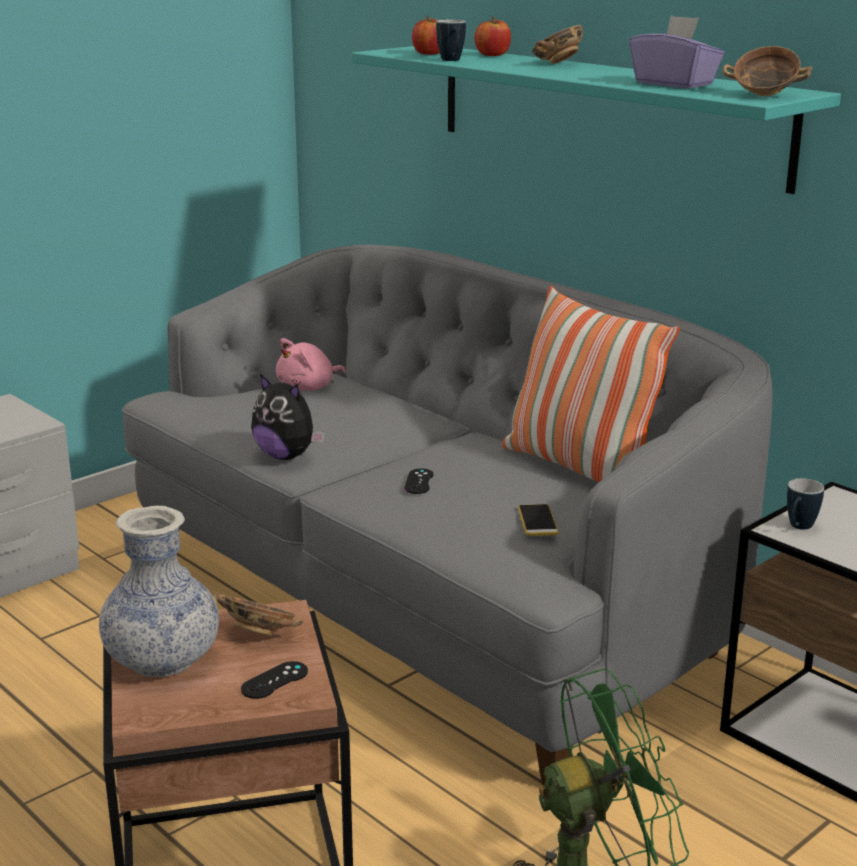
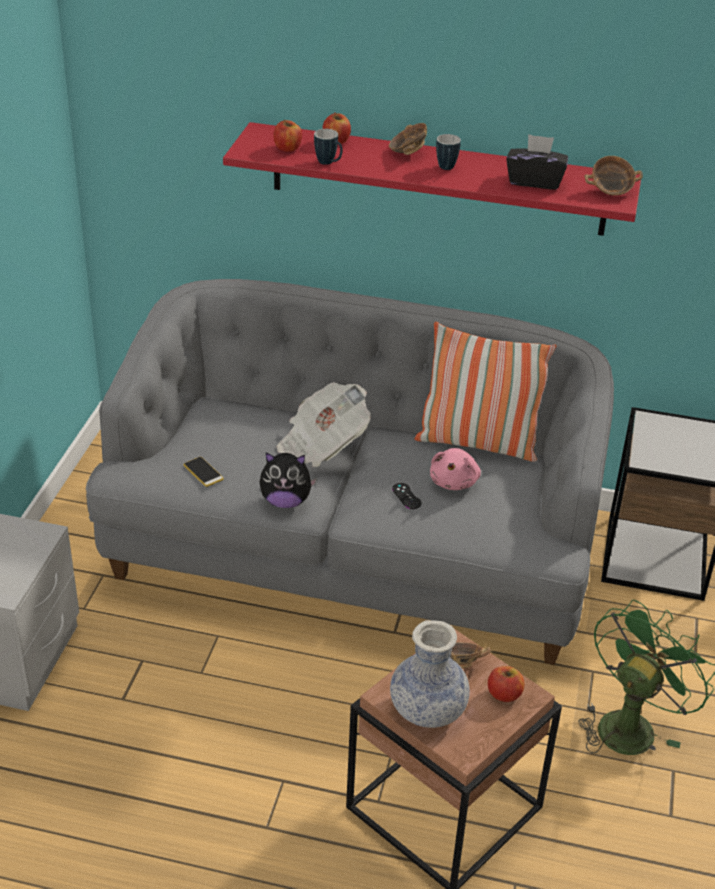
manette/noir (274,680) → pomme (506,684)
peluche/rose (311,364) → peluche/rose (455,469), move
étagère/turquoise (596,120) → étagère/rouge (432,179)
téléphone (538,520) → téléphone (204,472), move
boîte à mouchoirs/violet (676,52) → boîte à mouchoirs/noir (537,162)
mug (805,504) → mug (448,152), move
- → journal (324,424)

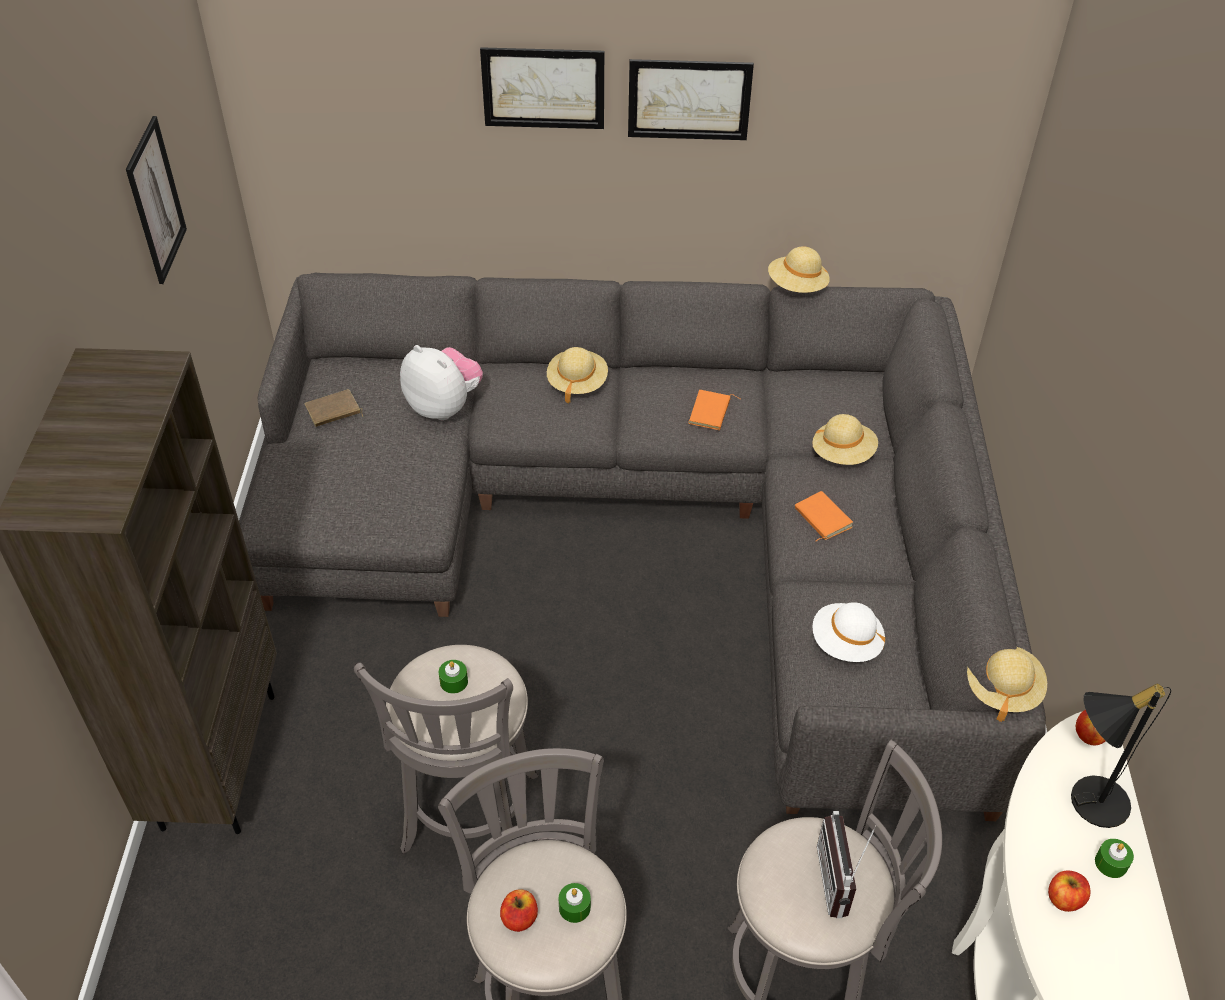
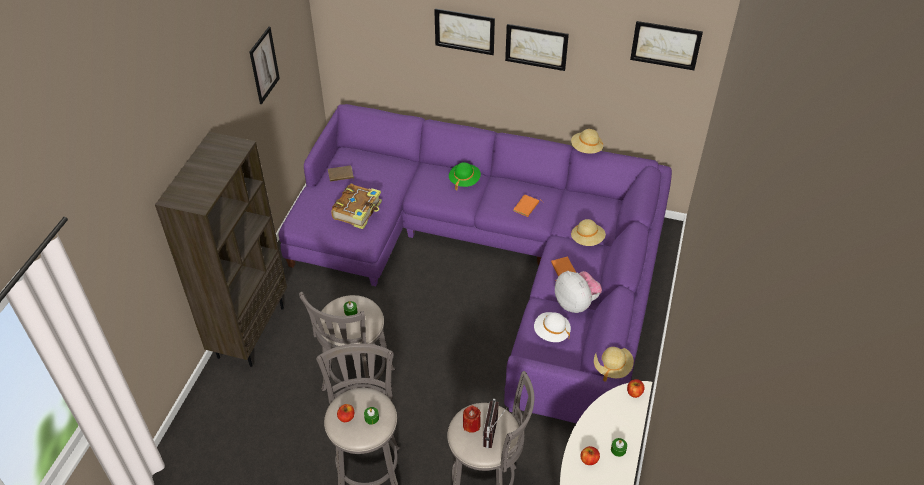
canapé/gris (643,547) → canapé/violet (475,263)
peluche (441,383) → peluche (578,292), move
chapeau/beige (577,375) → chapeau/vert (465,176)
lampe de table/noir (1121,755) → -
- → livre (356,206)
- → bougie/rouge (472,419)
- → tableau (666,45)

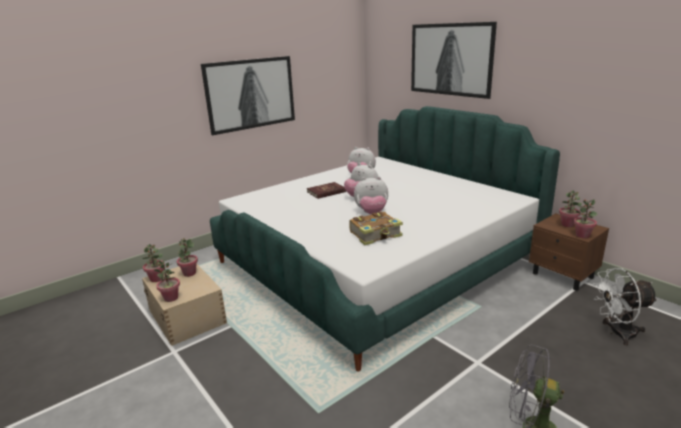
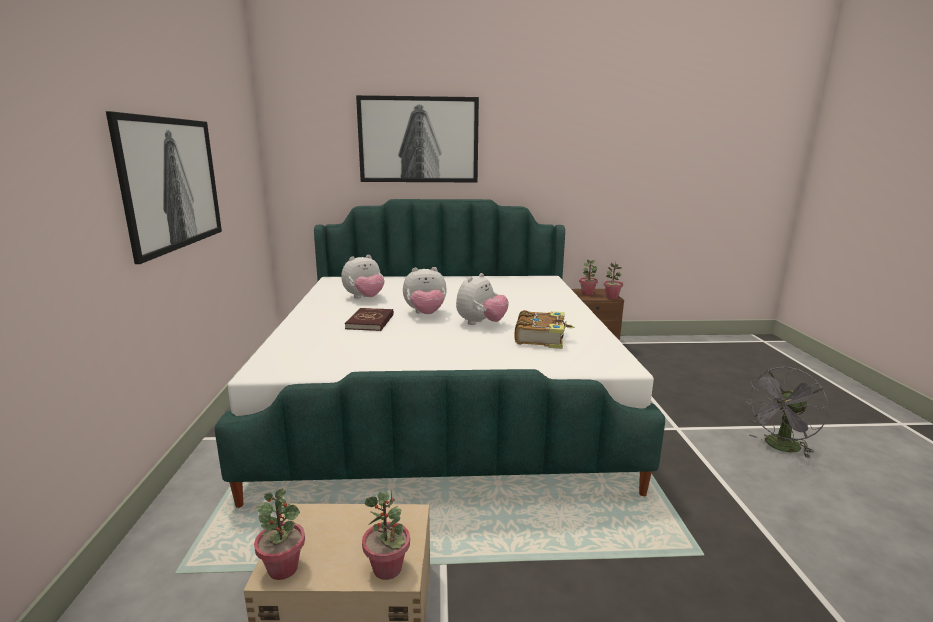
plante en pot (187,257) → -
ventilateur/blanc (625,306) → -

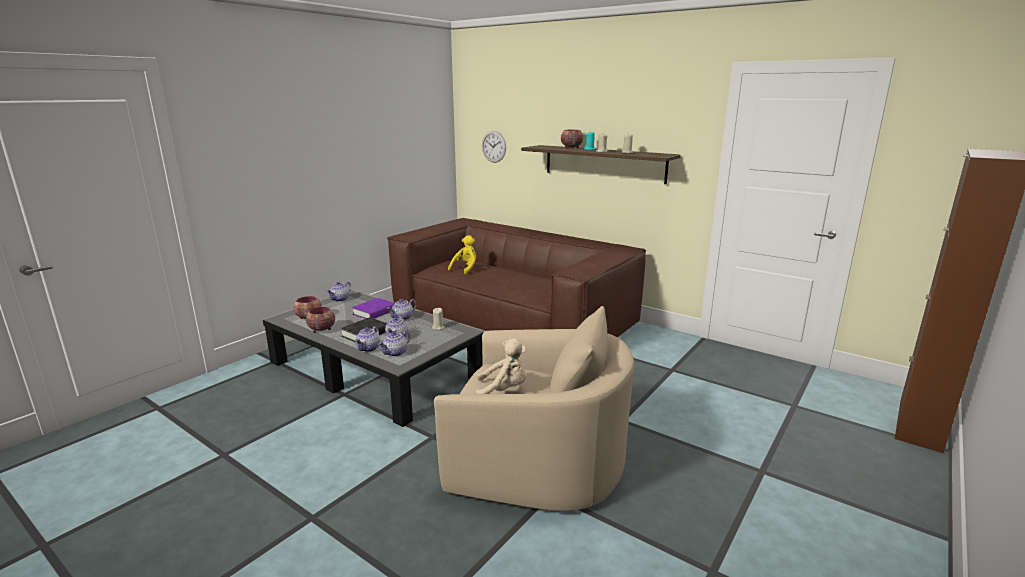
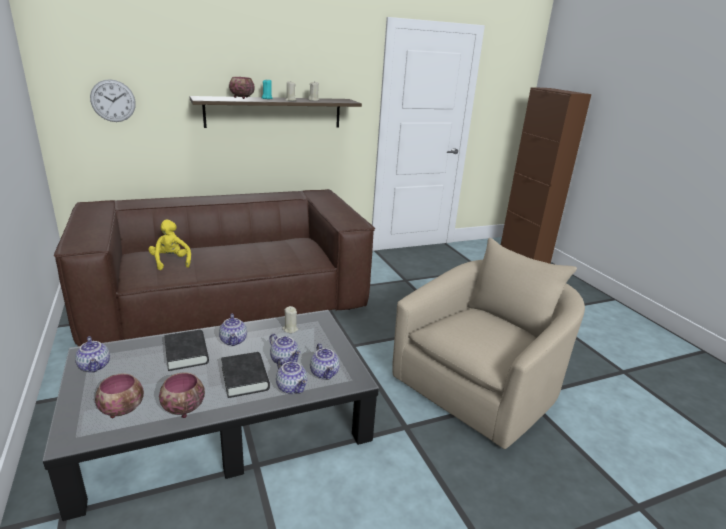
livre/violet (373,308) → livre/noir (186,350)
peluche/beige (500,366) → -

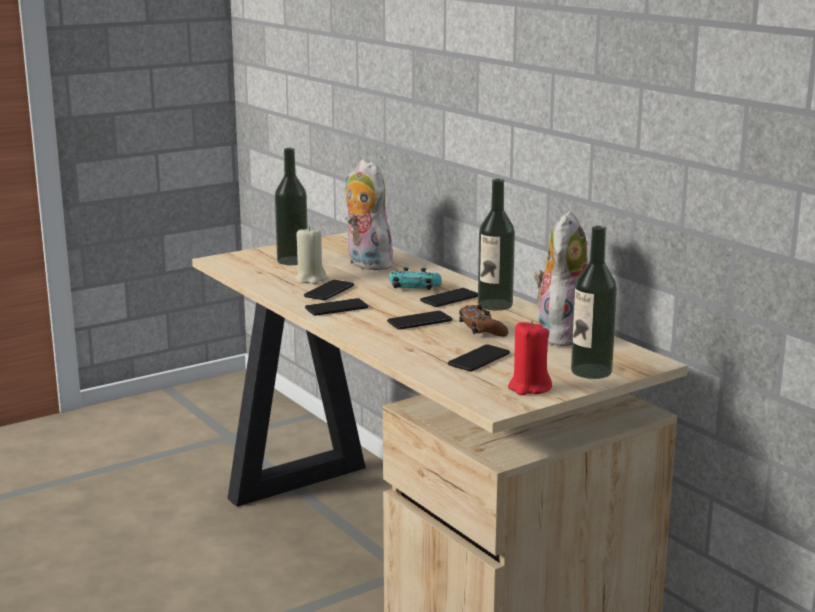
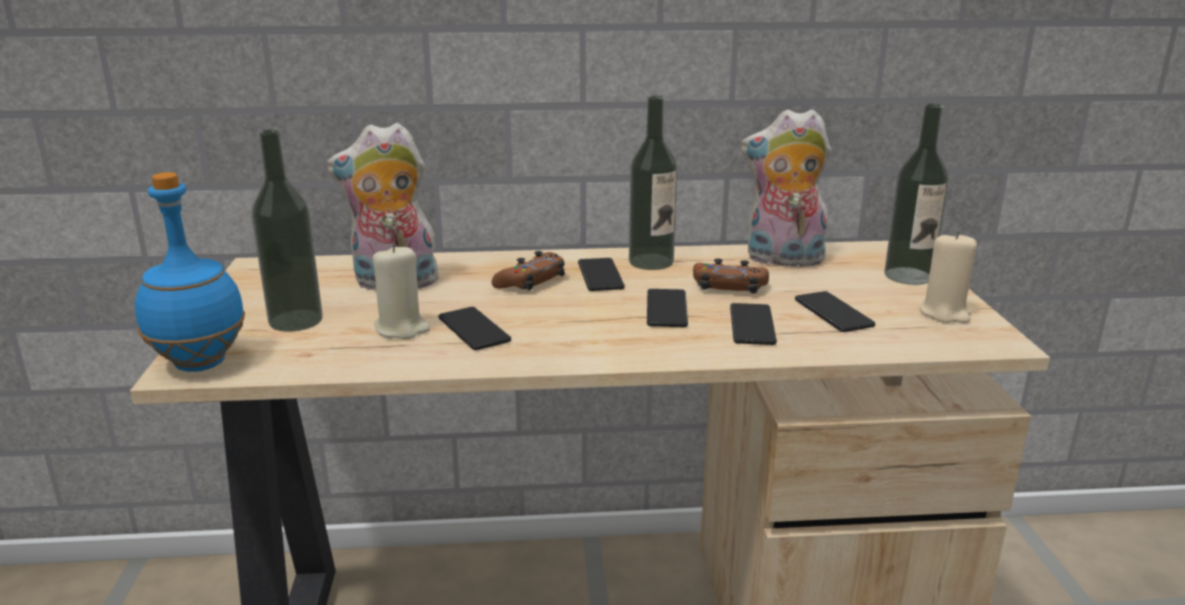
téléphone (336,307) → téléphone (753,324), move
manette/turquoise (415,278) → manette/marron (528,270)
bougie/rouge (530,358) → bougie/beige (948,277)
peluche (560,278) → peluche (785,188), 45 degrees counterclockwise
- → bouteille/bleu (190,272)

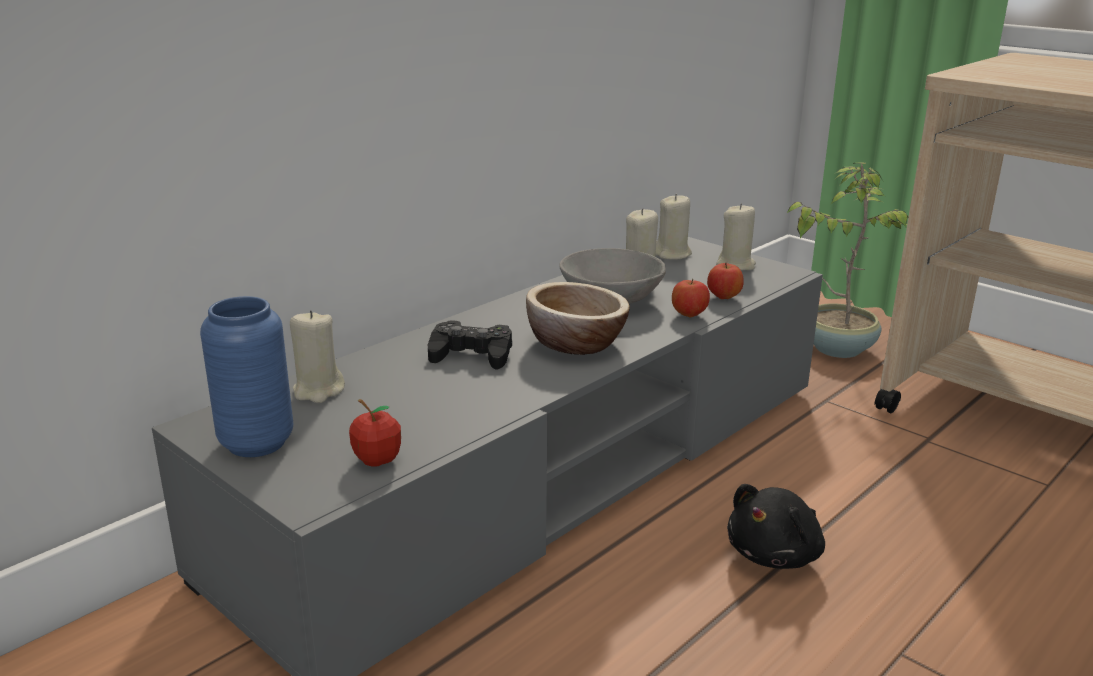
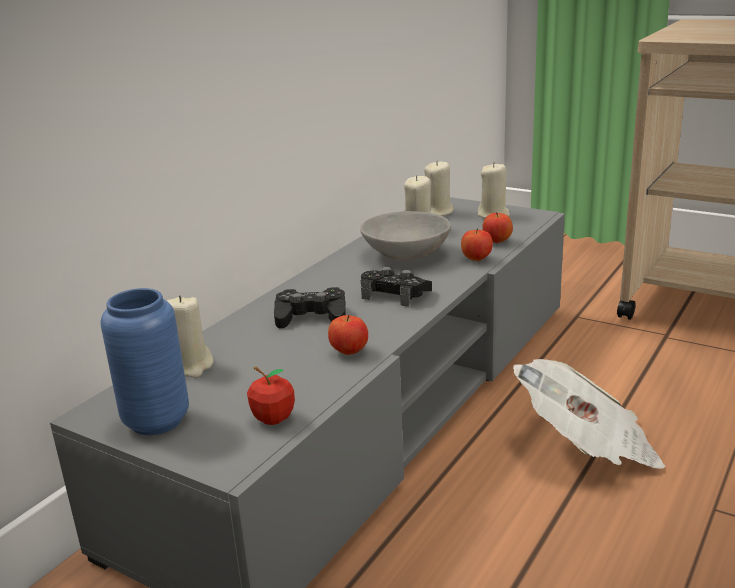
bol (578,318) → manette/noir (396,287)
peluche/noir (776,526) → journal (589,414)
plante en pot (848,260) → -
- → pomme (348,335)

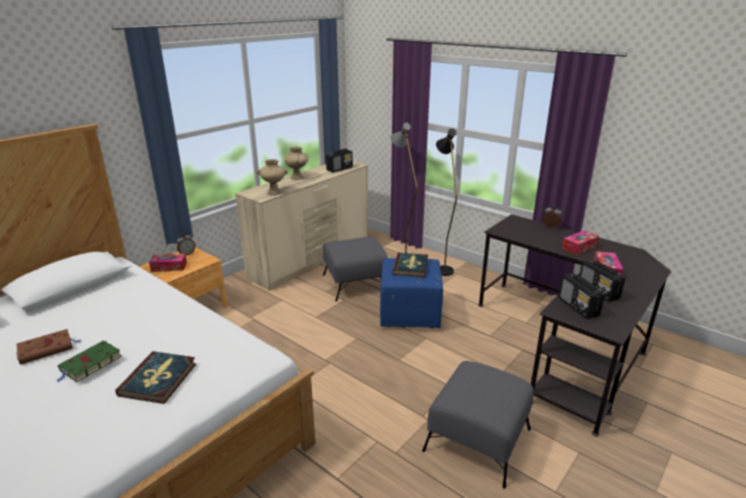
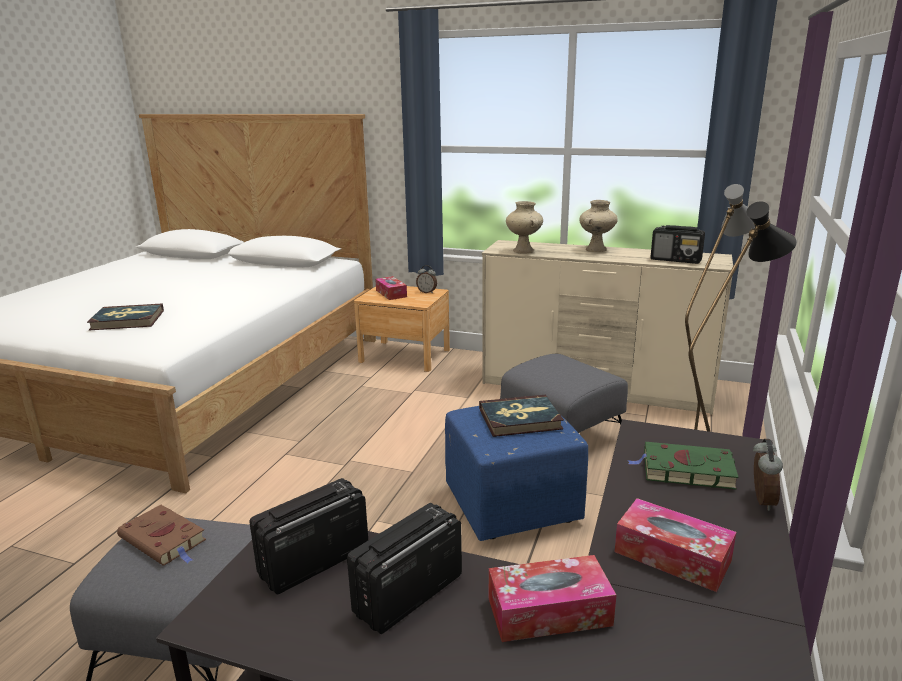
livre/marron (48,347) → livre/marron (161,535), move
livre/vert (88,361) → livre/vert (683,466), move

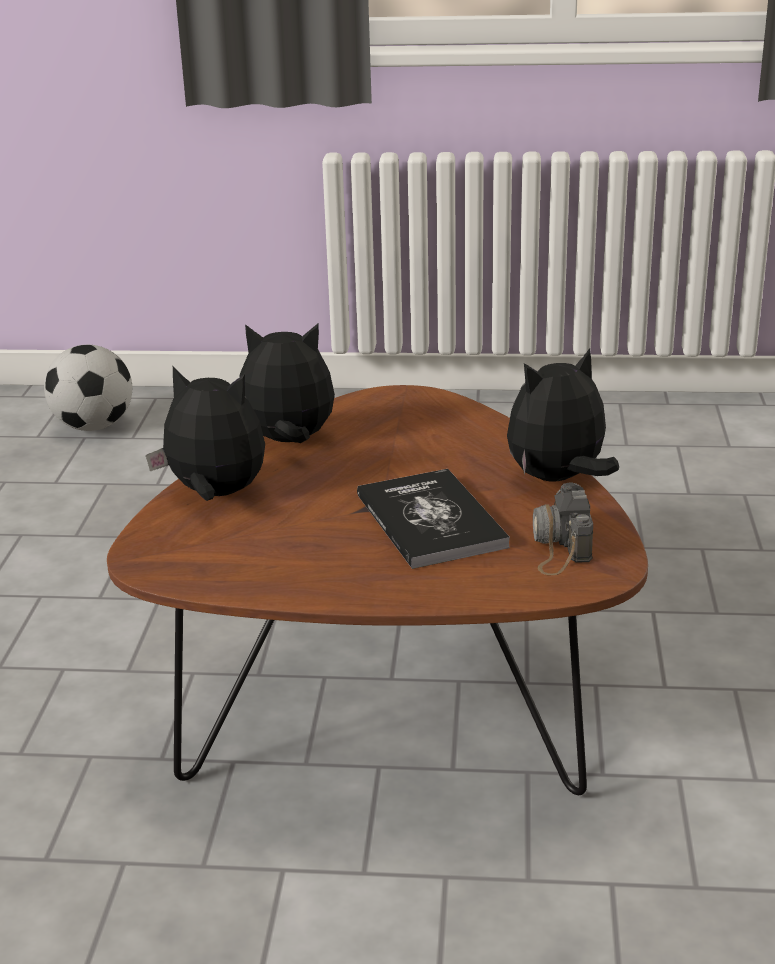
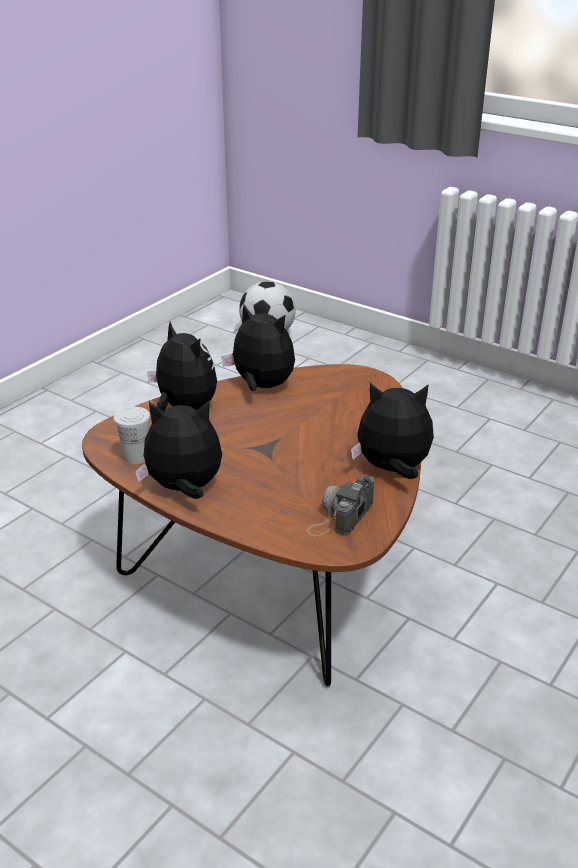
livre (433,519) → -
- → tasse/blanc (131,435)
- → peluche (178,450)

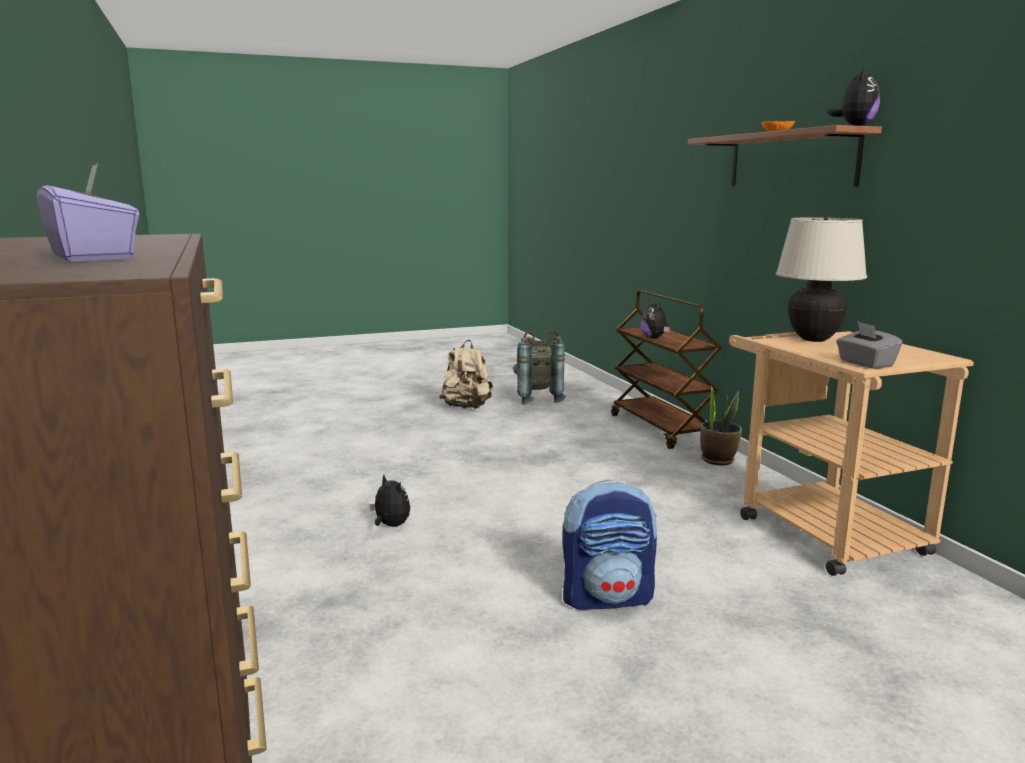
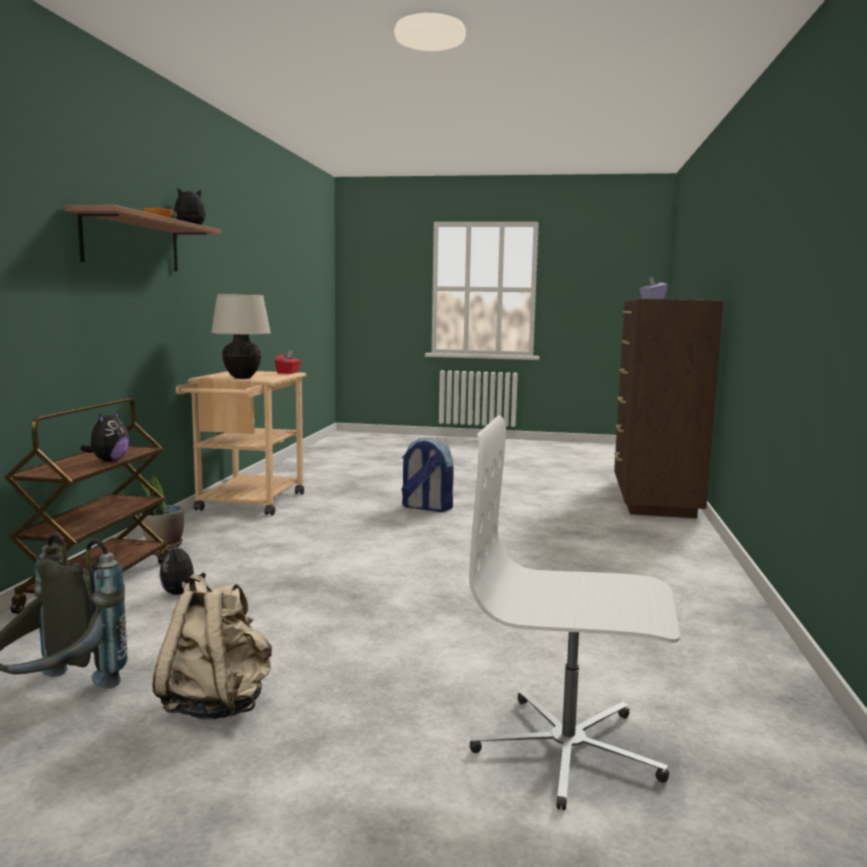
peluche (389,501) → peluche (183,568), move
boîte à mouchoirs/gris (869,345) → boîte à mouchoirs/rouge (288,362)
- → chaise de bureau/blanc (574,613)

